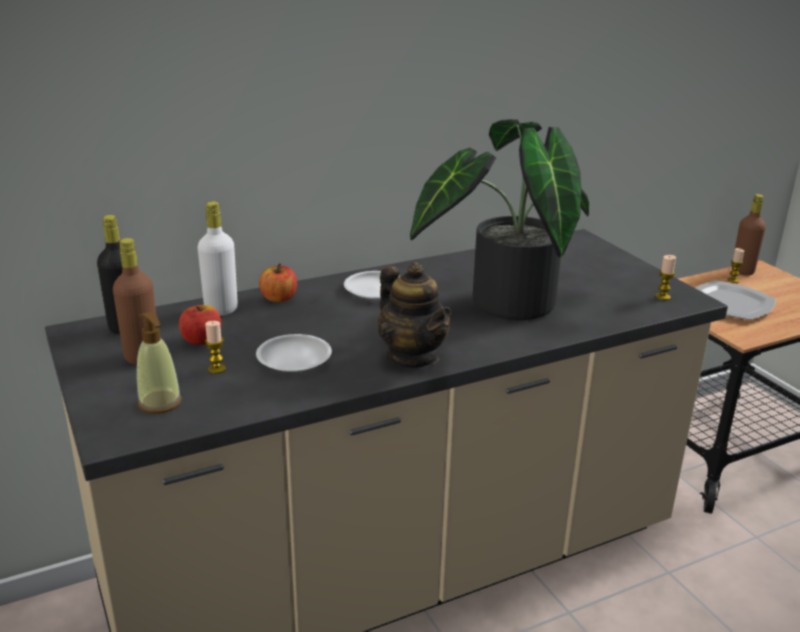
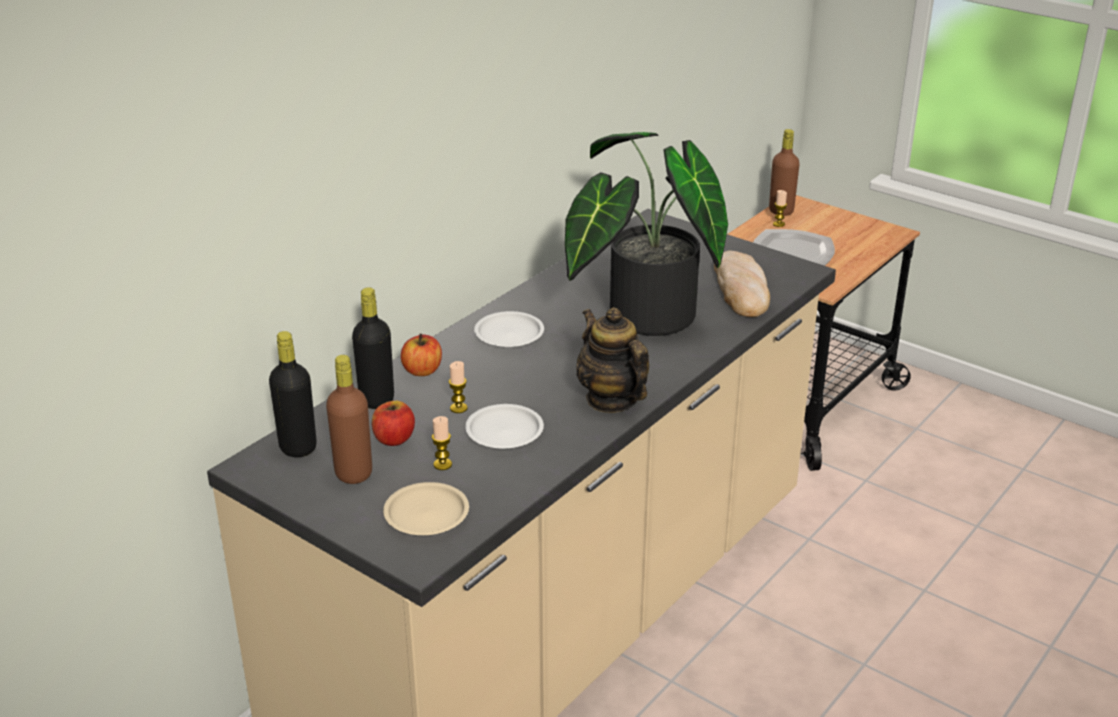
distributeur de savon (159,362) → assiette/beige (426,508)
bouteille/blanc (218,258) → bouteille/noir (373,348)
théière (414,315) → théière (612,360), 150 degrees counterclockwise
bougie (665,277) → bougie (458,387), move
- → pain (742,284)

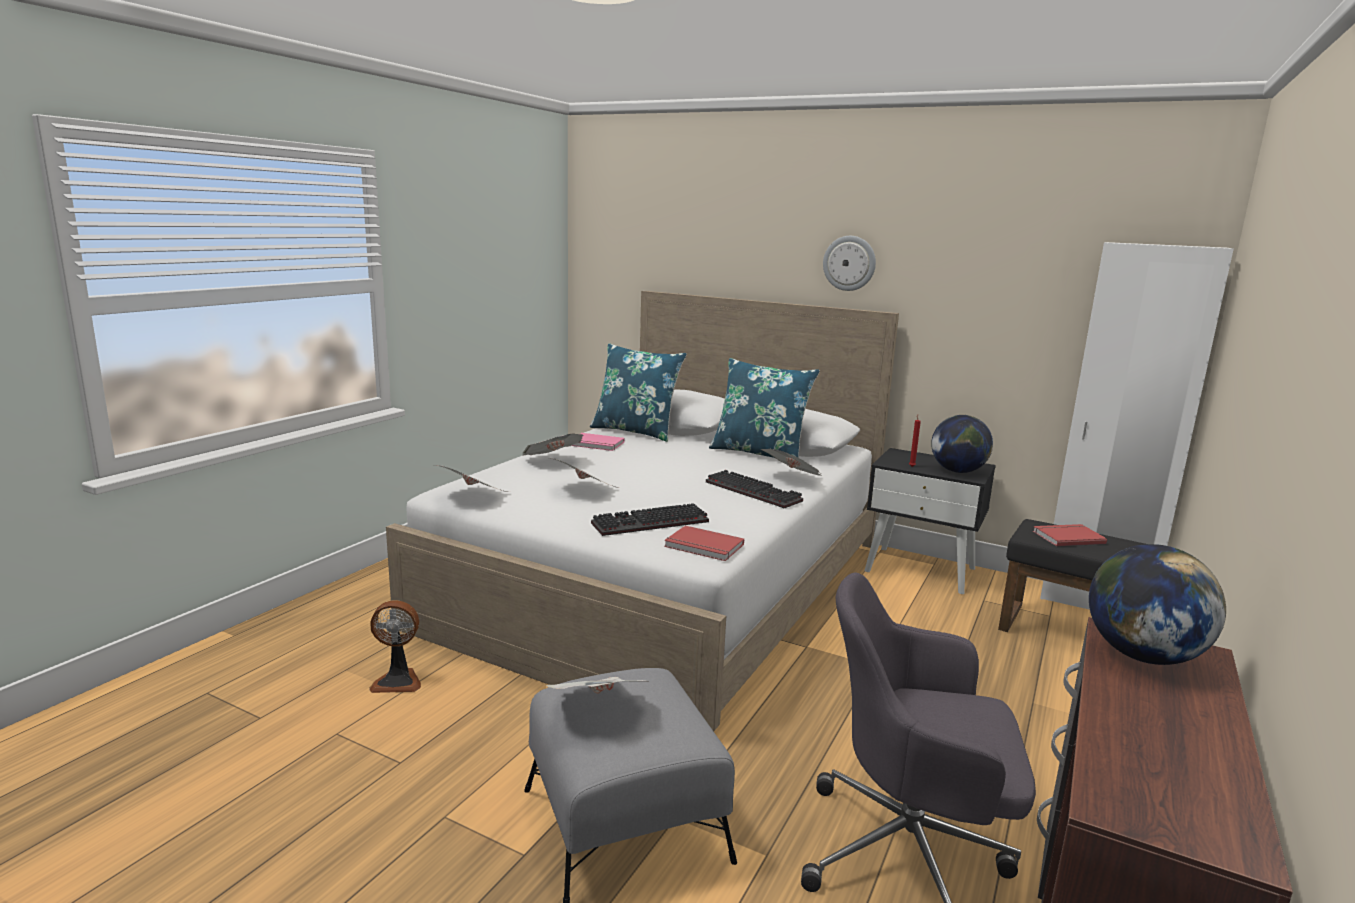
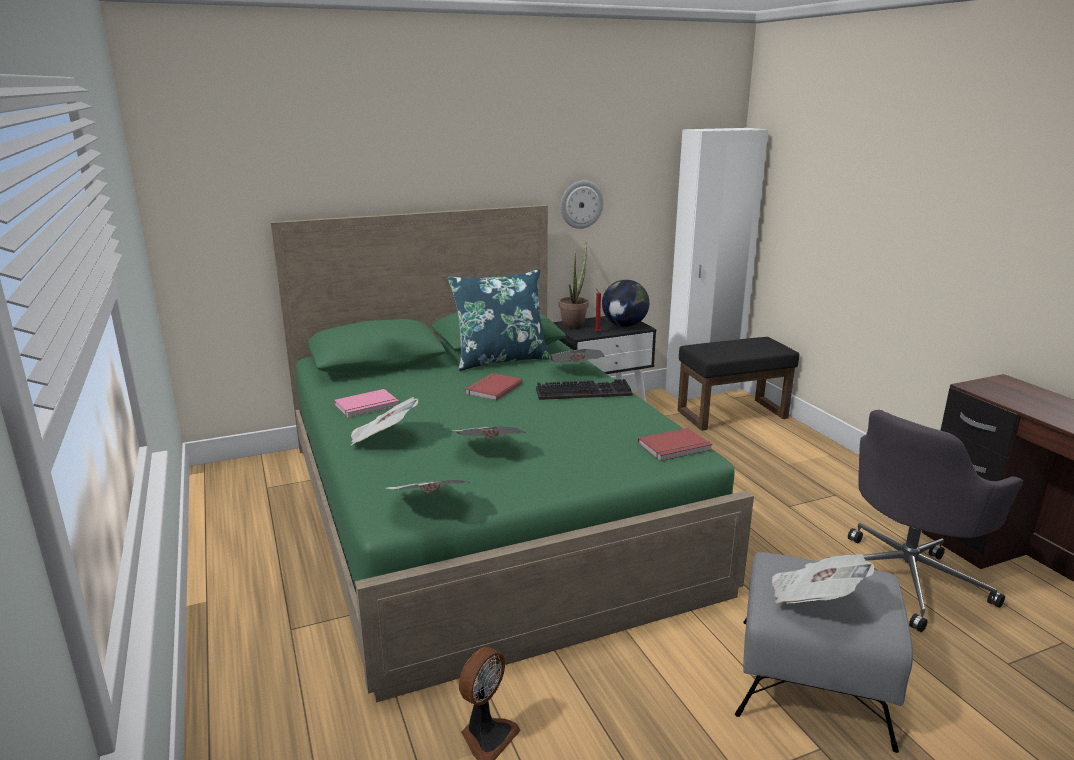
lit/blanc (642,511) → lit/vert (512,453)
coussin/bleu (638,392) → -
clavier (650,519) → -
horloge murale (849,263) → horloge murale (582,204), move
livre/rouge (1070,535) → livre/rouge (493,387), move
globe (1157,604) → -
- → plante en pot (574,285)

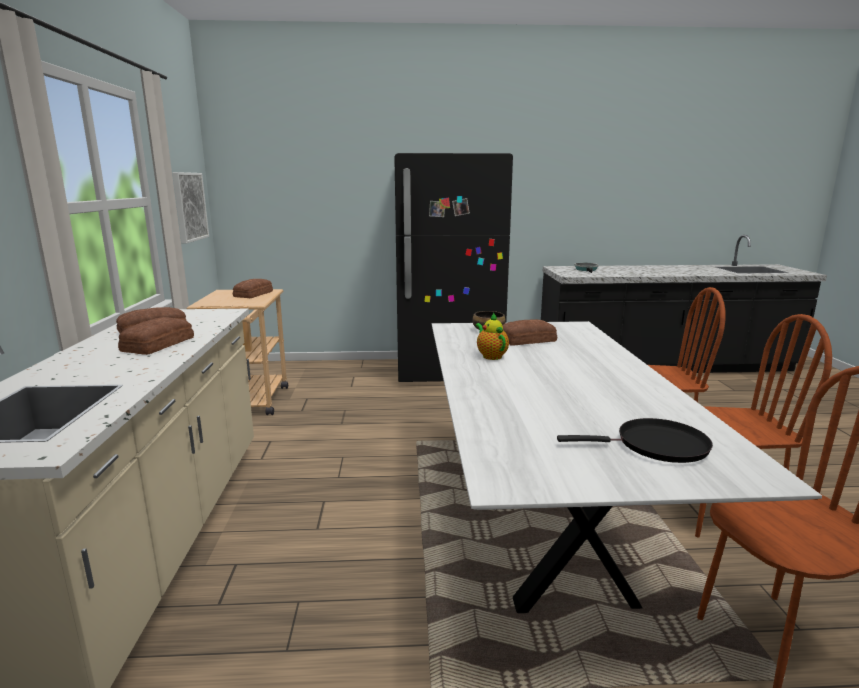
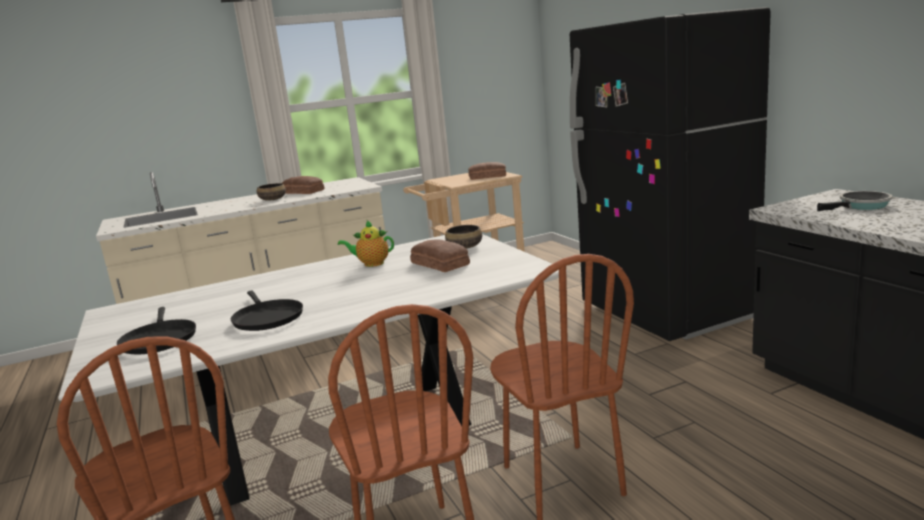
pain (156,336) → bol (271,192)
tableau (190,208) → -
théière (492,336) → théière (366,243), 135 degrees counterclockwise
- → poêle/noir (267,310)

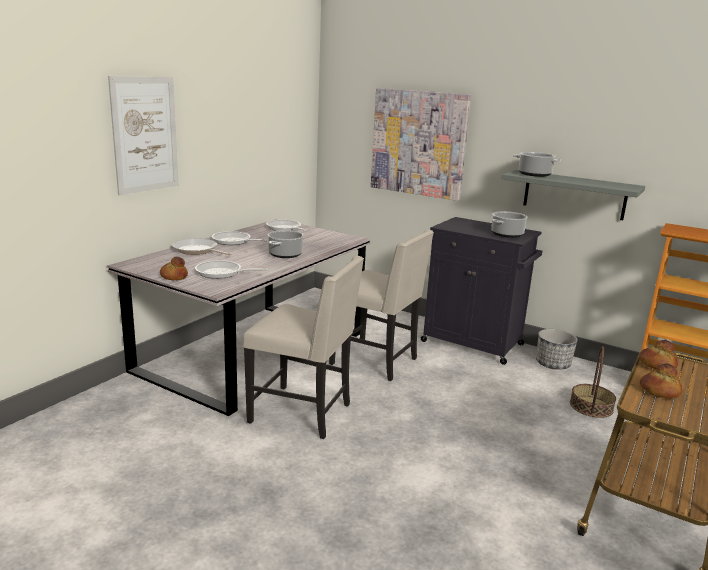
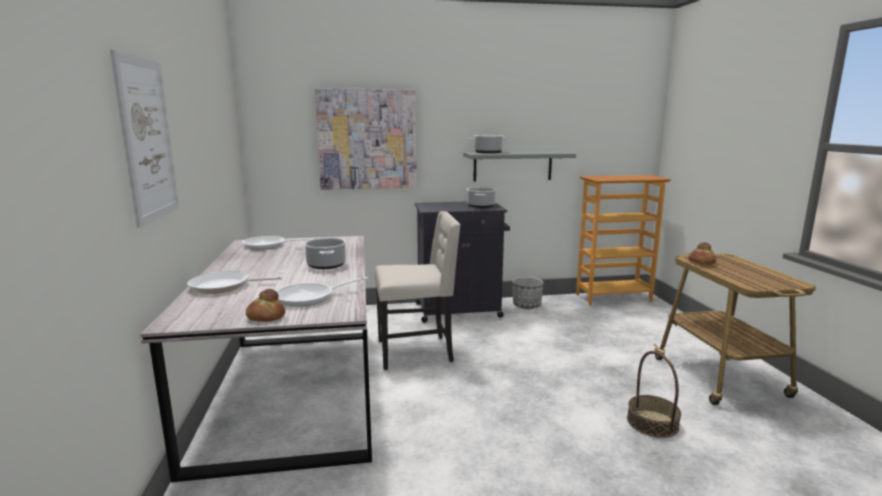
poêle (240,238) → -
chaise/beige (303,347) → -
panier (593,382) → panier (654,394), move
pain (661,381) → -

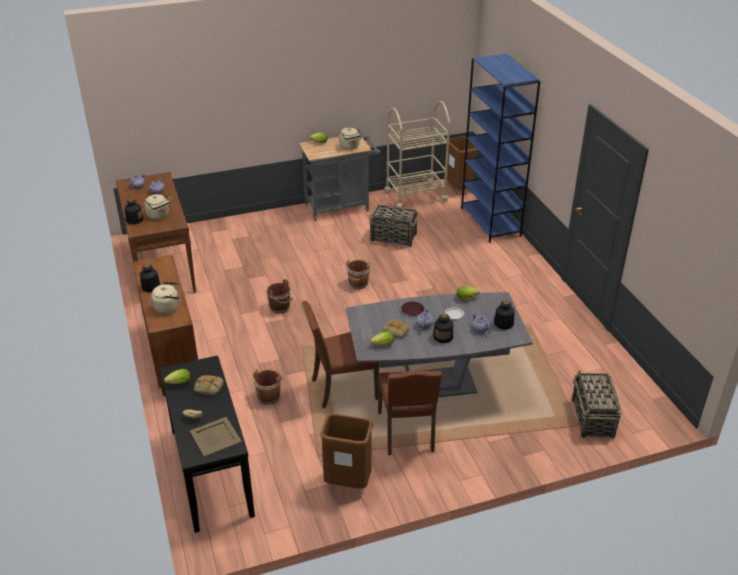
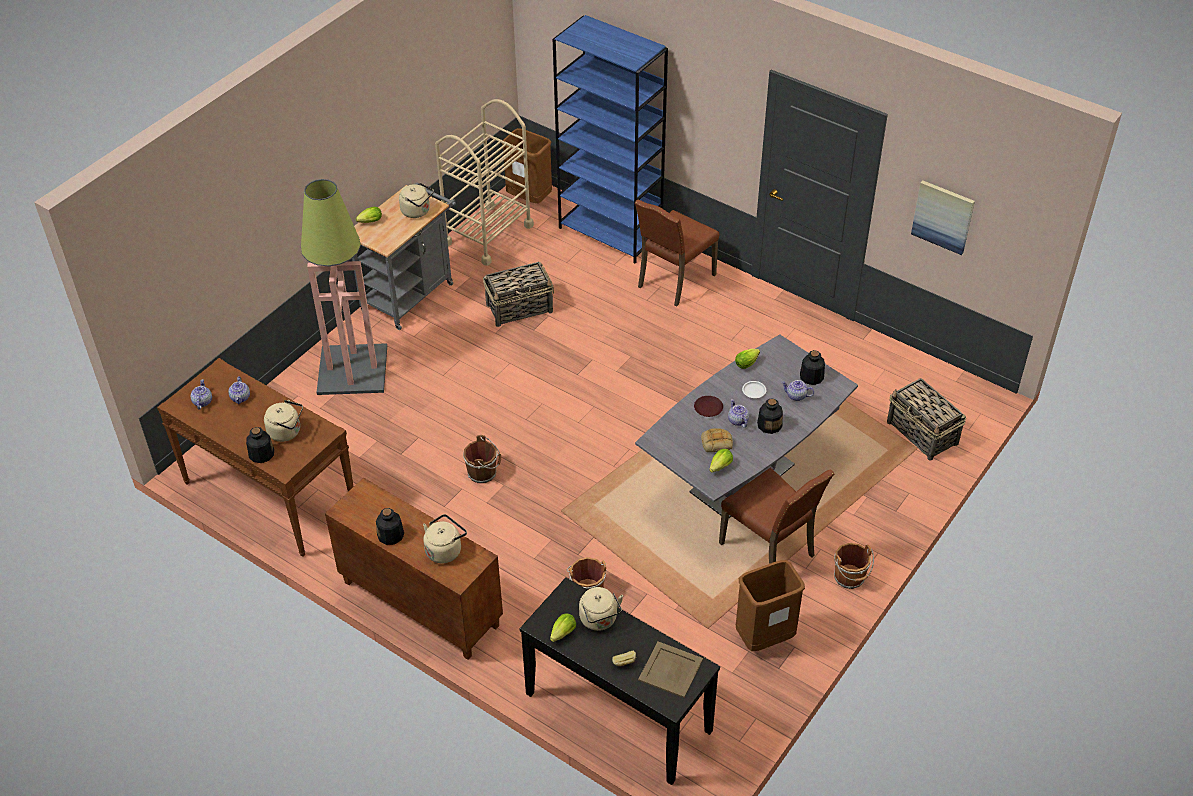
pain (209,385) → bouilloire/beige (601,609)
chaise/marron (341,354) → chaise/marron (677,253), move
seau/marron (358,274) → seau/marron (854,566), move
- → lampadaire (344,287)
- → tableau (943,217)

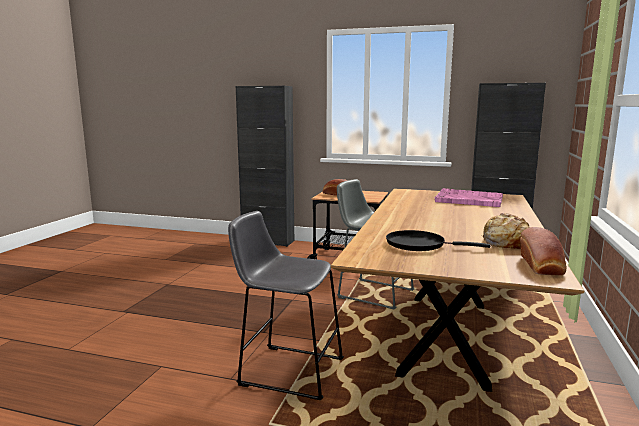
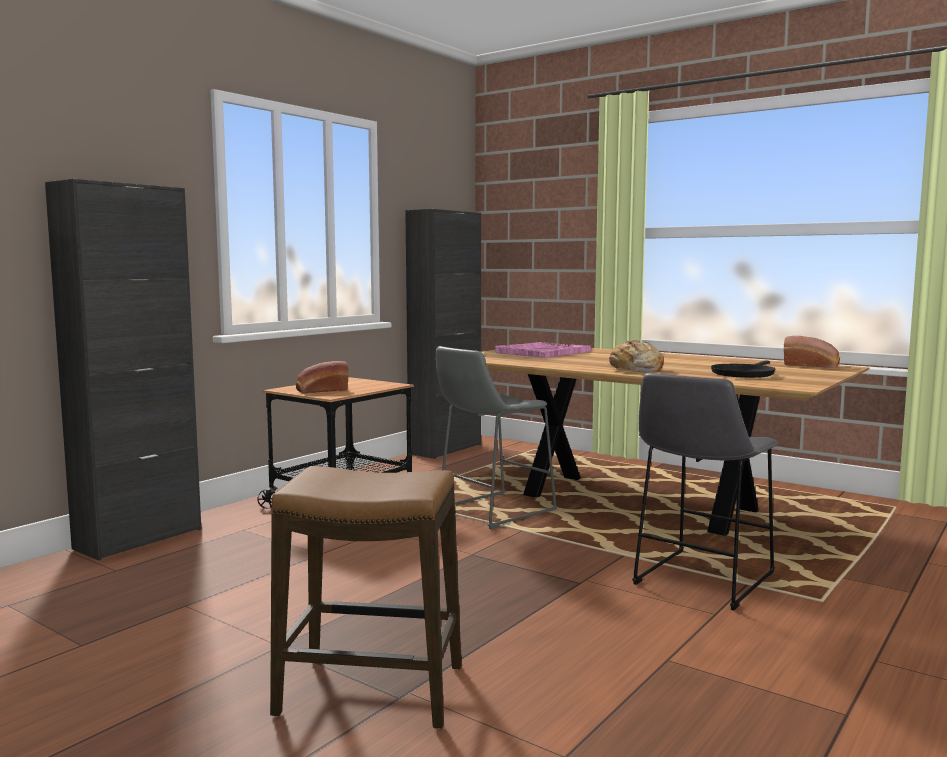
pain (506,231) → pain (635,356), move
- → tabouret (365,597)

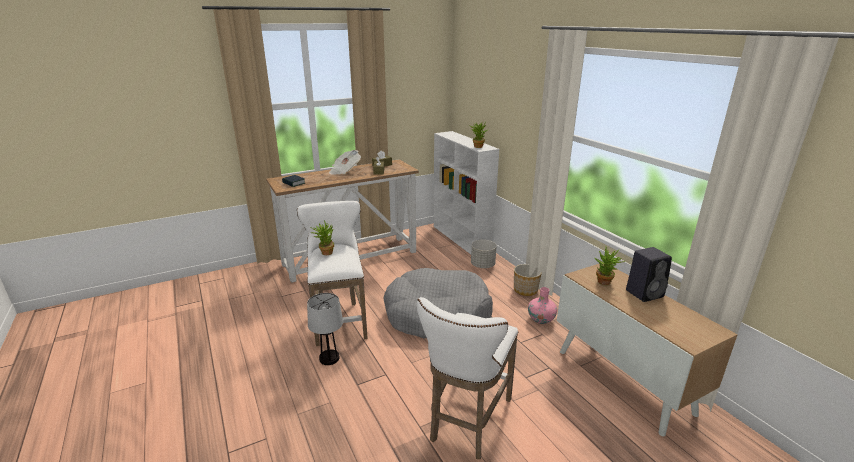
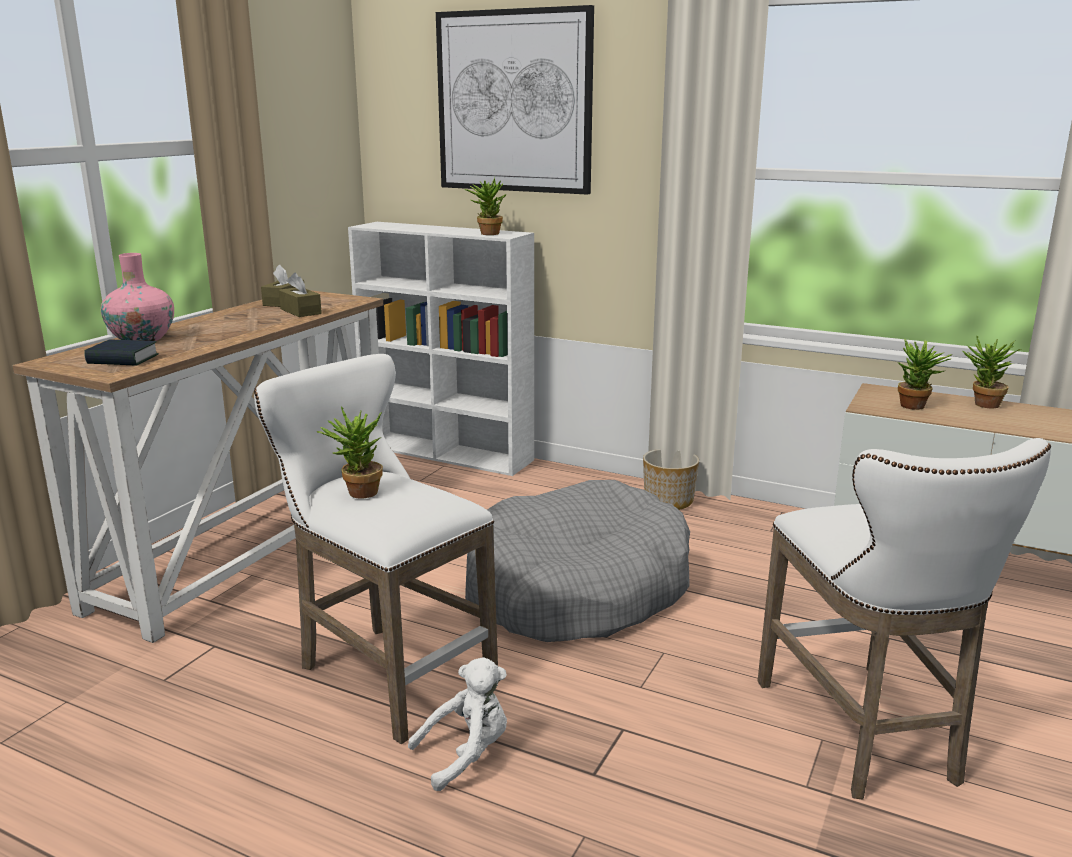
lampe de table (325,329) → peluche/blanc (457,724)
journal (345,162) → -
cache-pot/gris (484,254) → -
vase/rose (542,305) → vase/rose (137,297), move
enceinte/noir (649,274) → plante en pot (992,372)
- → tableau (515,100)

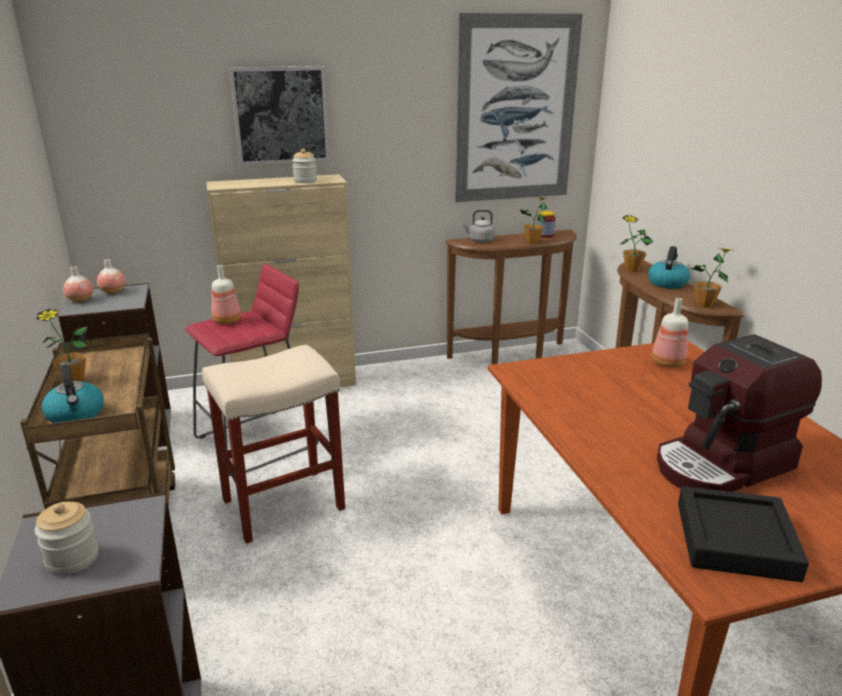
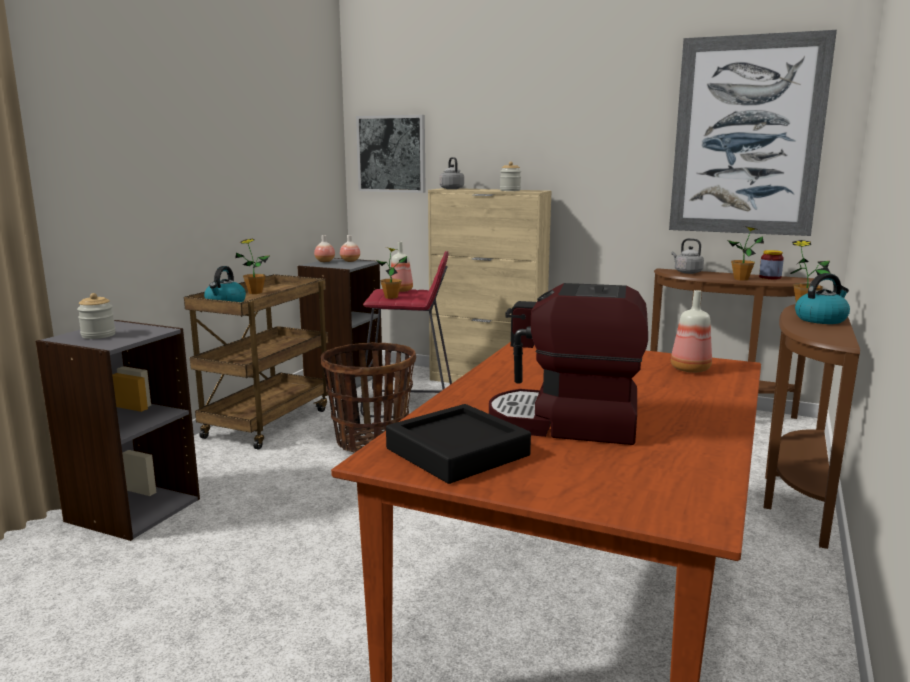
tabouret/beige (273,444) → panier (368,397)
tableau (279,115) → tableau (391,154), move
plante en pot (711,278) → plante en pot (391,273), move
- → bouilloire/gris (451,173)

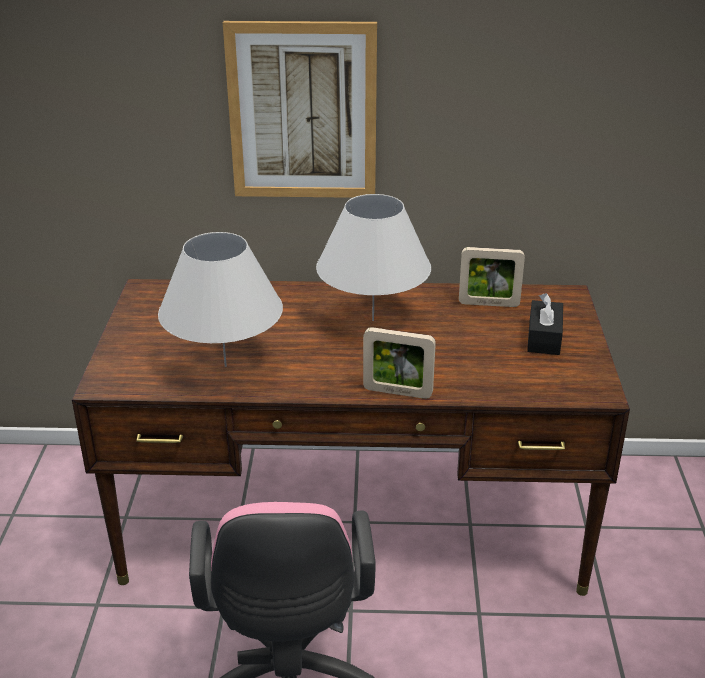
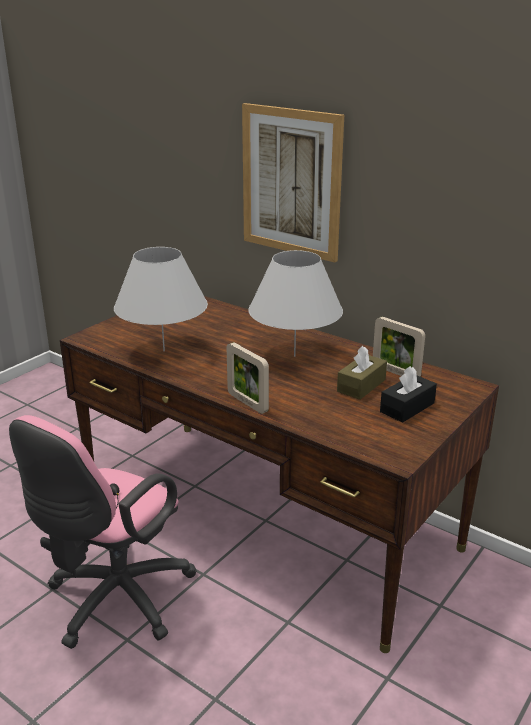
- → boîte à mouchoirs/marron (362,373)

